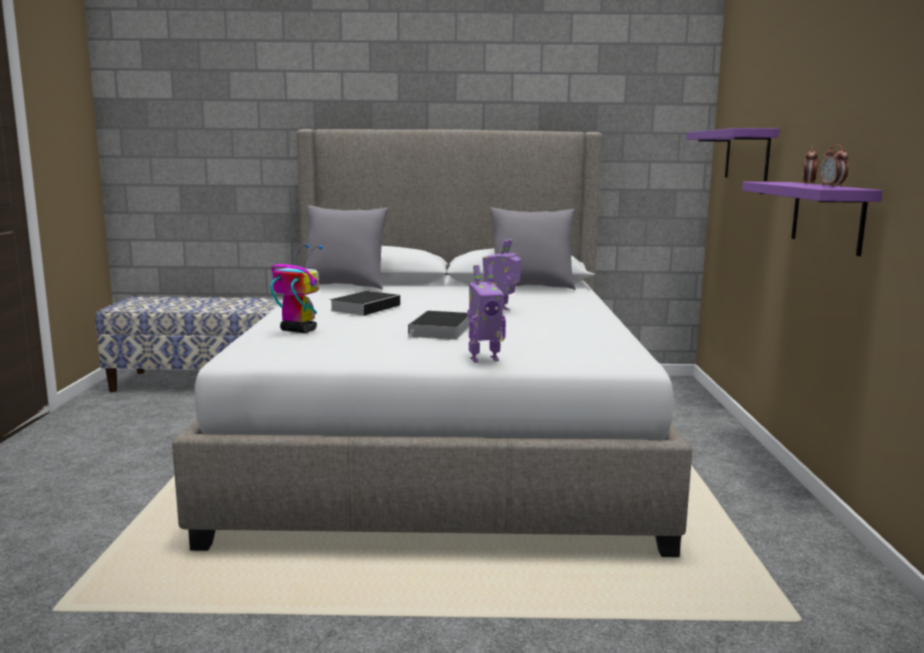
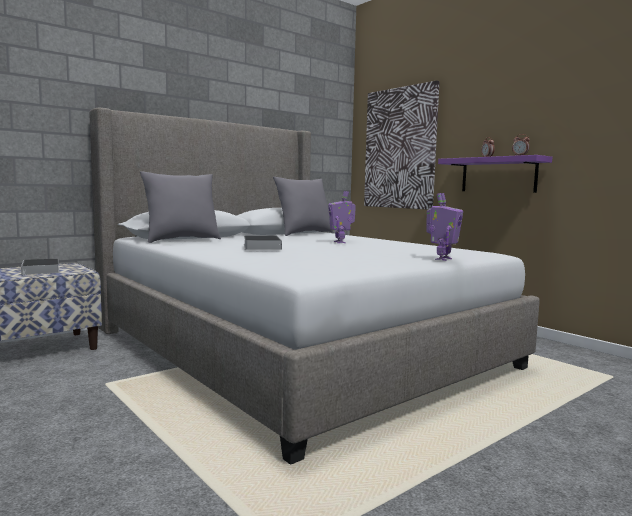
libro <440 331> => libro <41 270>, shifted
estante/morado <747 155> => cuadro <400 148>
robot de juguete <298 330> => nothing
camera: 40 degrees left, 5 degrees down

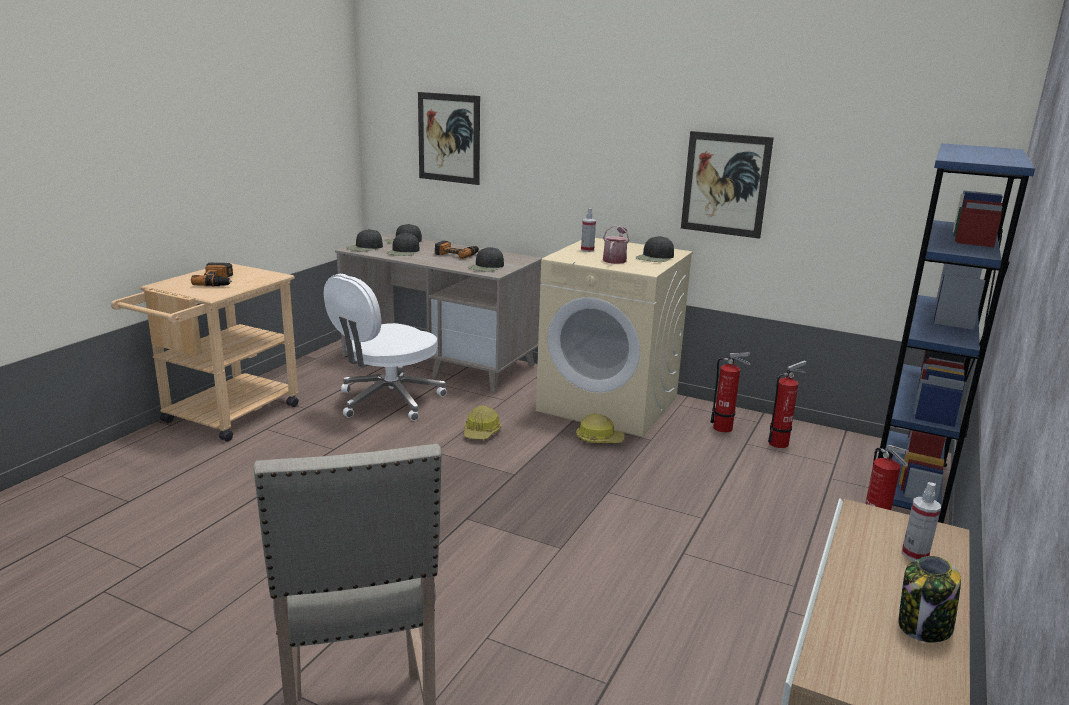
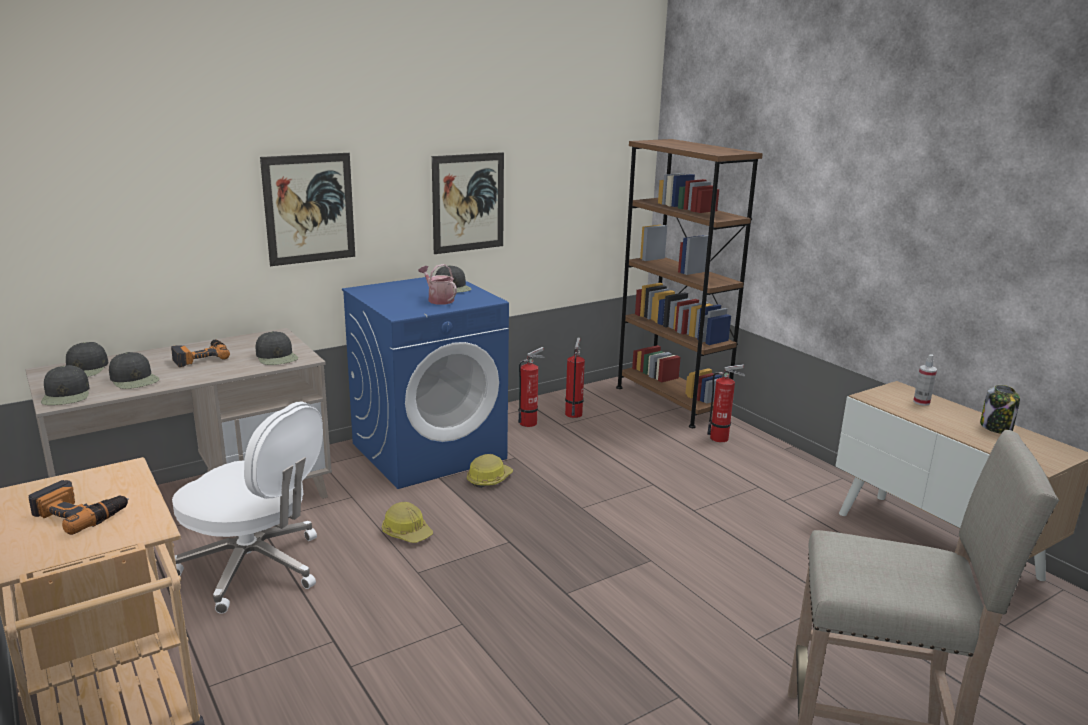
silla de oficina/blanco <388 401> => silla de oficina/blanco <255 568>, 45 degrees counterclockwise
cuadro <449 138> => cuadro <309 209>, shifted
lavadora/beis <609 404> => lavadora/azul <429 450>
estantería/azul <908 487> => estantería/marrón <671 401>
pulverizador <587 250> => nothing
camera: 60 degrees left, 0 degrees up

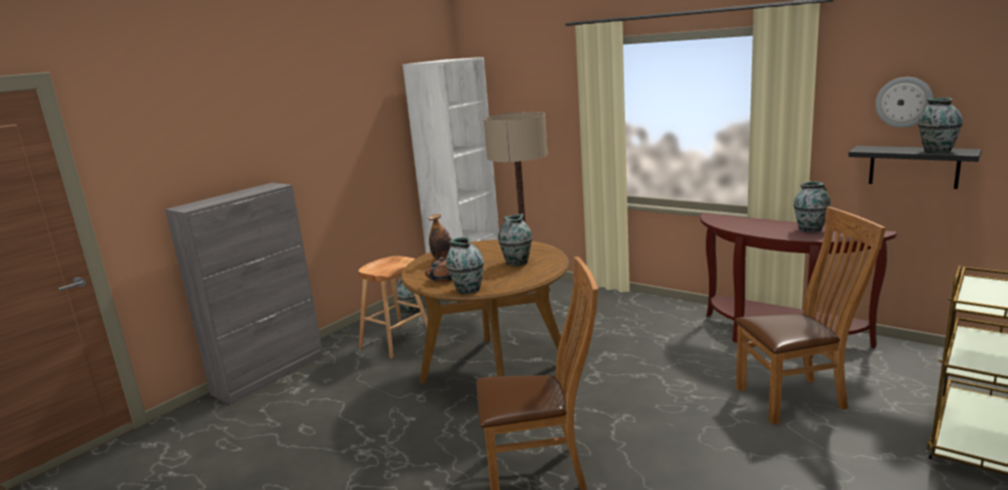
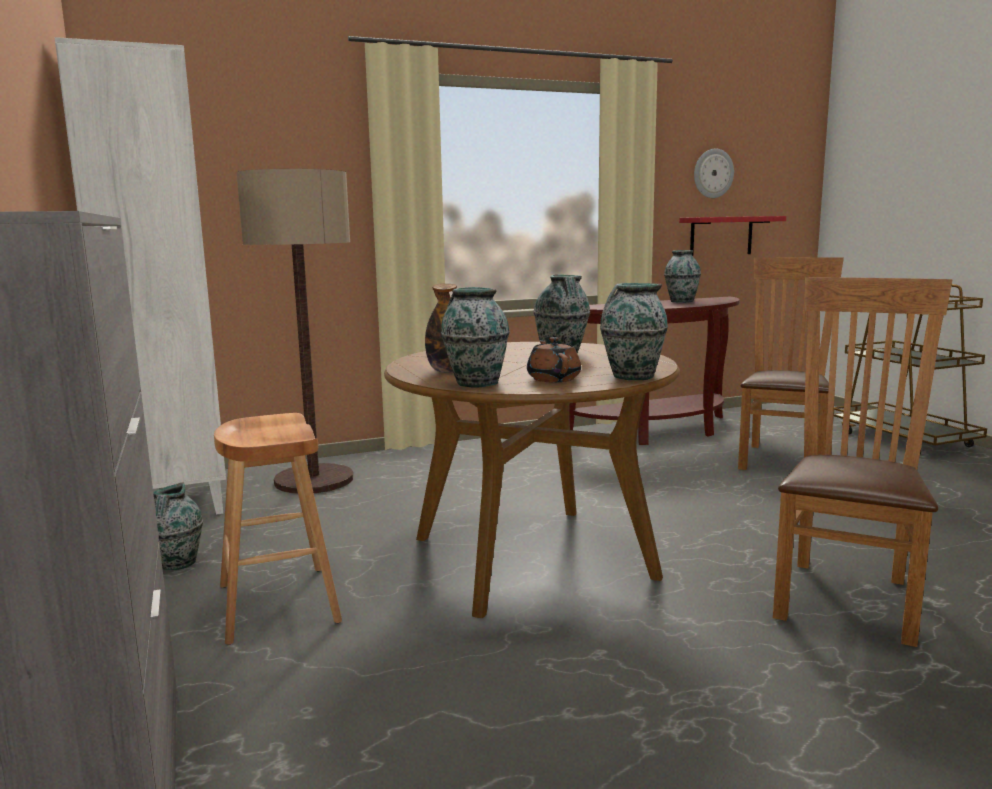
florero <936 151> => florero <476 383>, shifted
estante/negro <913 166> => estante/rojo <721 236>
camera: 60 degrees left, 5 degrees down

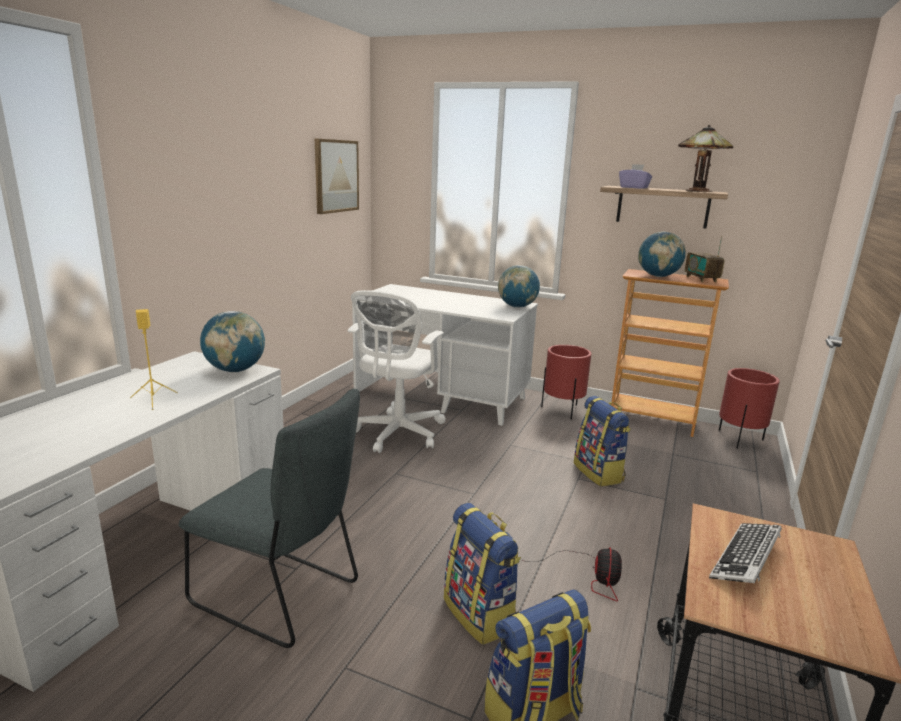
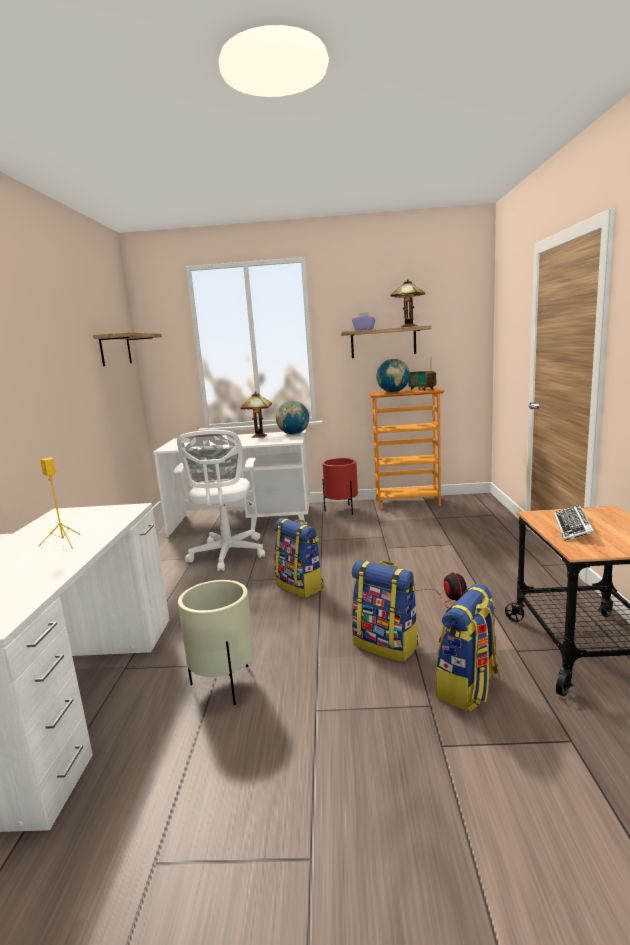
cuadro <336 176> => estante <115 350>
silla/gris <281 596> => maceta/beis <224 685>
nothing => lámpara de mesa <258 436>
mochila <599 473> => mochila <300 586>, shifted
globo terráqueo <235 370> => nothing
maceta/rojo <739 439> => nothing
camera: 20 degrees left, 5 degrees down

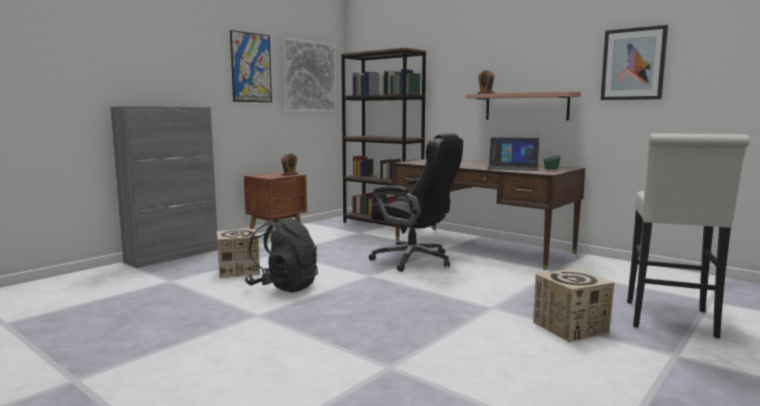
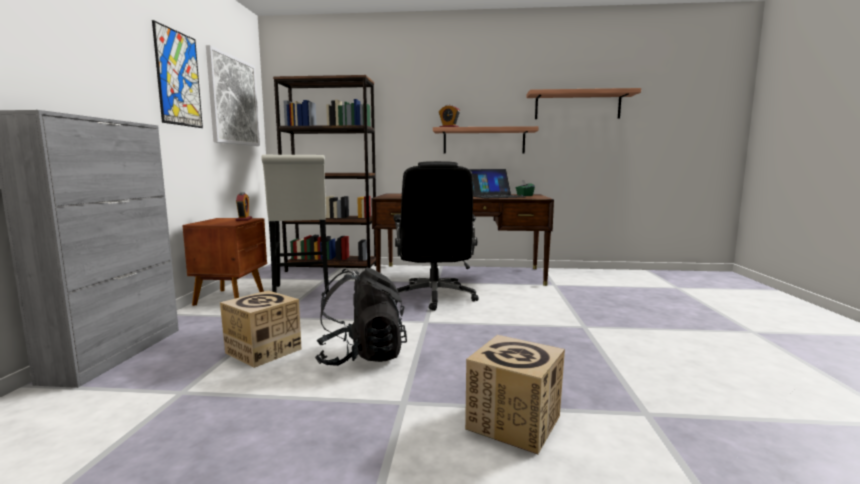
taburete/blanco <670 321> => taburete/blanco <301 292>, shifted
silla de oficina/negro <414 260> => silla de oficina/negro <434 297>, 90 degrees clockwise
caja de cartón <570 327> => caja de cartón <514 422>, shifted
cuadro <633 64> => estante <577 106>
camera: 35 degrees left, 0 degrees up

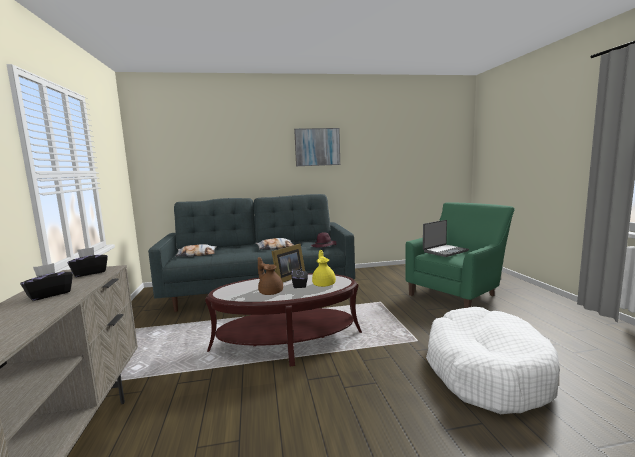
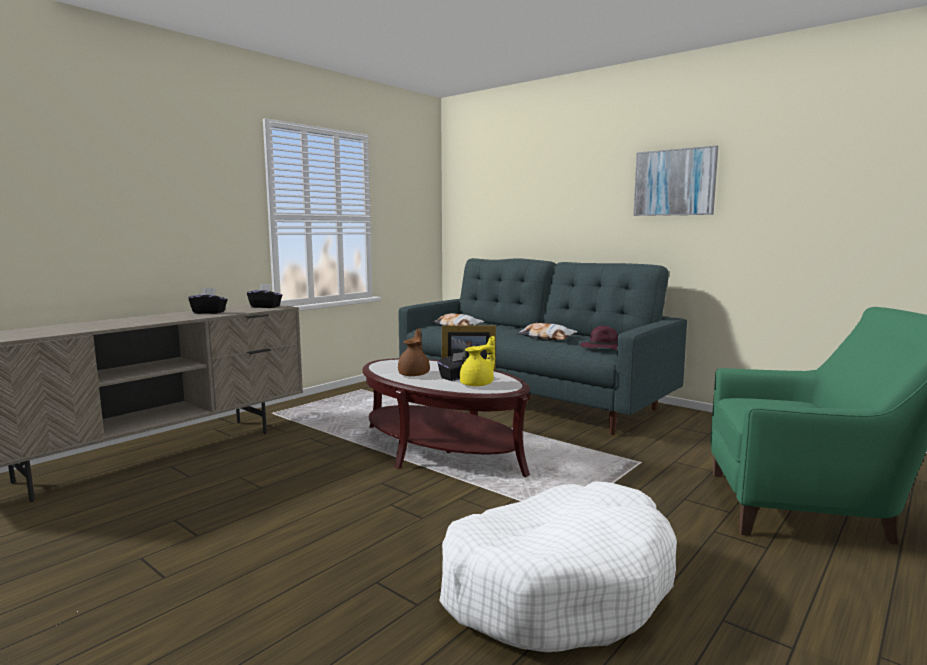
portátil <444 251> => nothing
camera: 50 degrees right, 0 degrees up

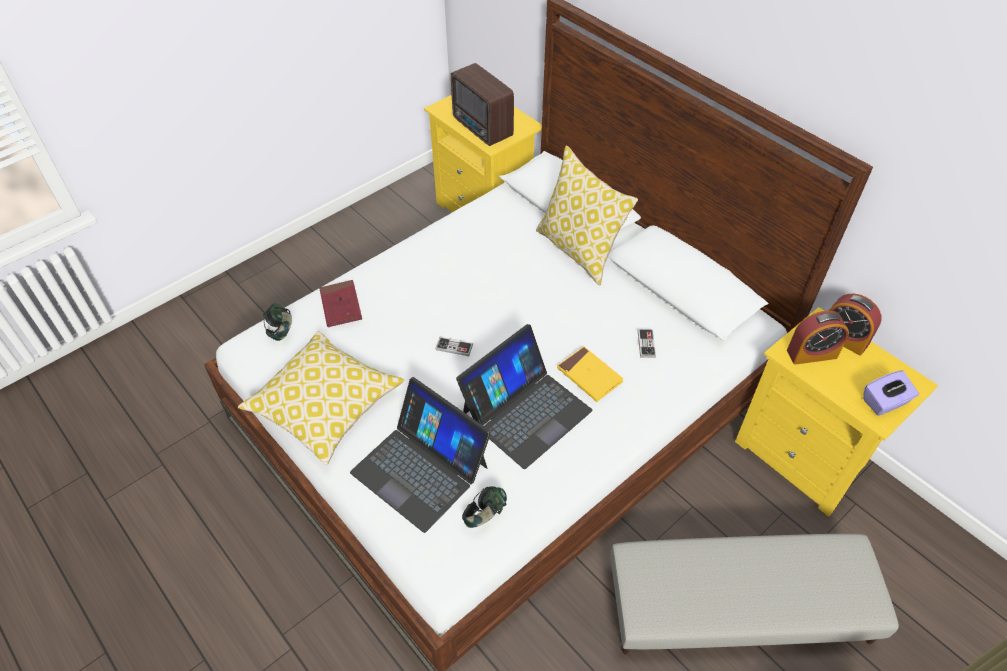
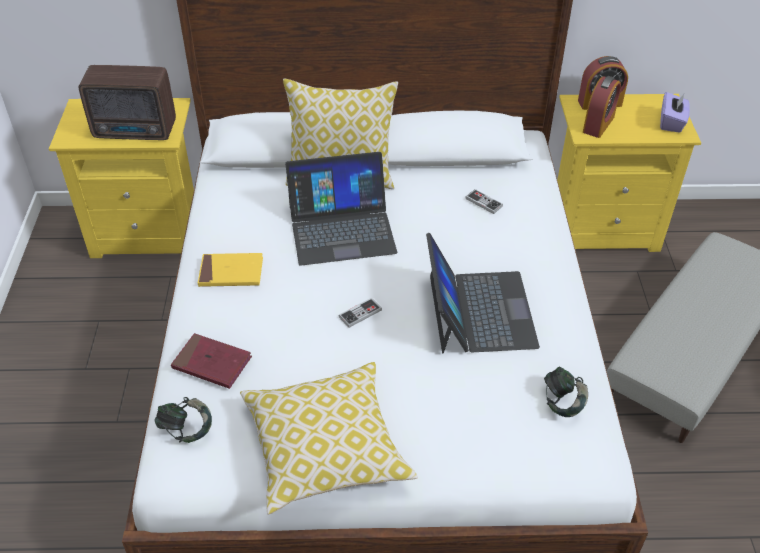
libro/amarillo <589 376> => libro/amarillo <231 272>, shifted
portátil <420 468> => portátil <341 229>, shifted
camera: 50 degrees left, 5 degrees down

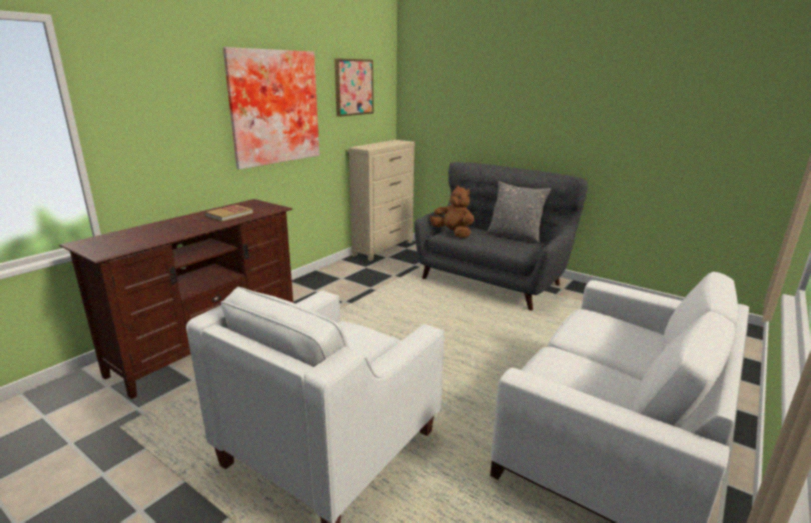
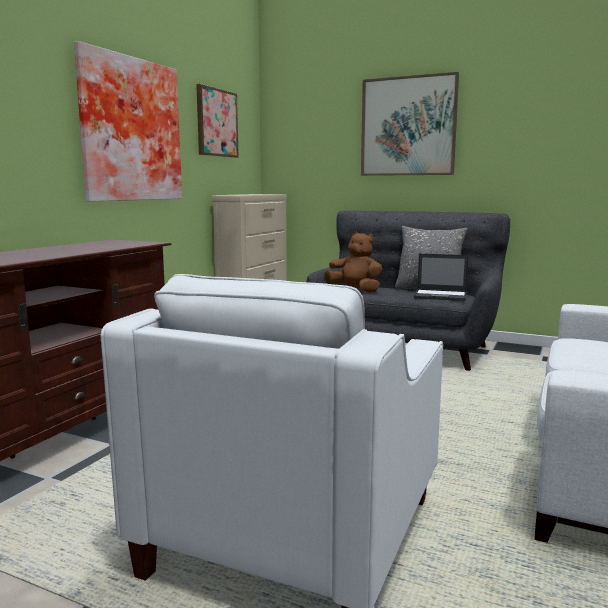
nothing => cuadro <408 126>
nothing => portátil <441 296>
libro <229 215> => nothing
camera: 10 degrees left, 10 degrees down

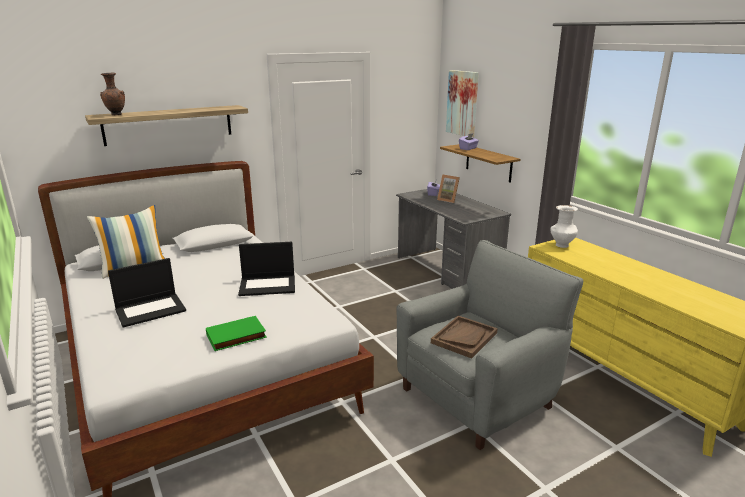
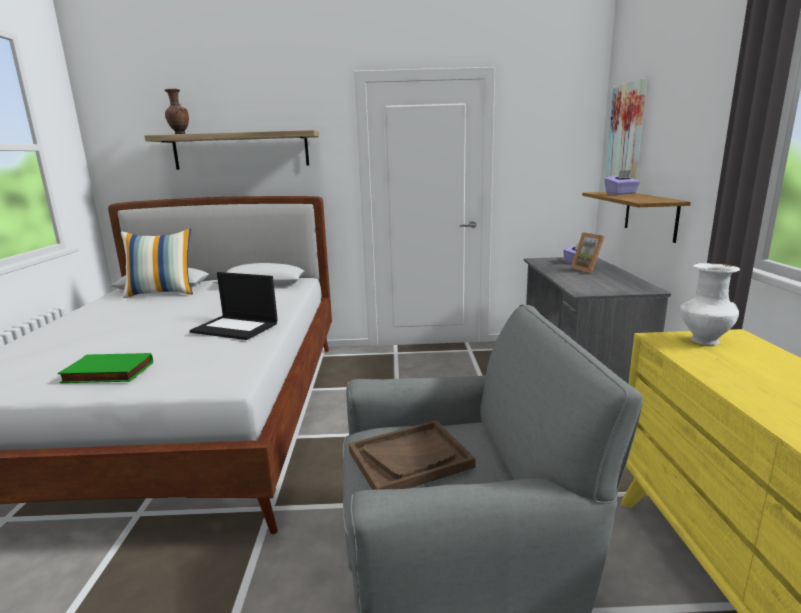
portátil <151 309> => nothing
camera: 30 degrees right, 5 degrees down

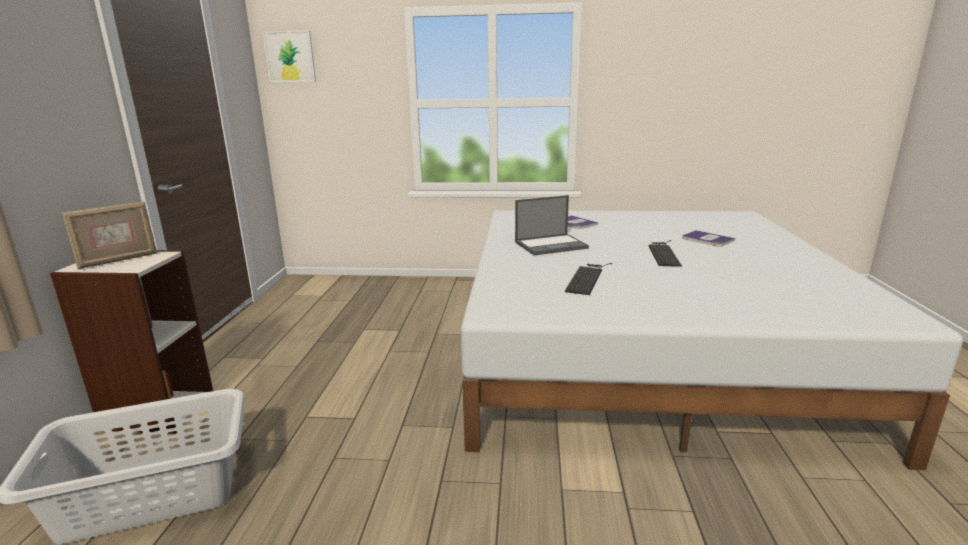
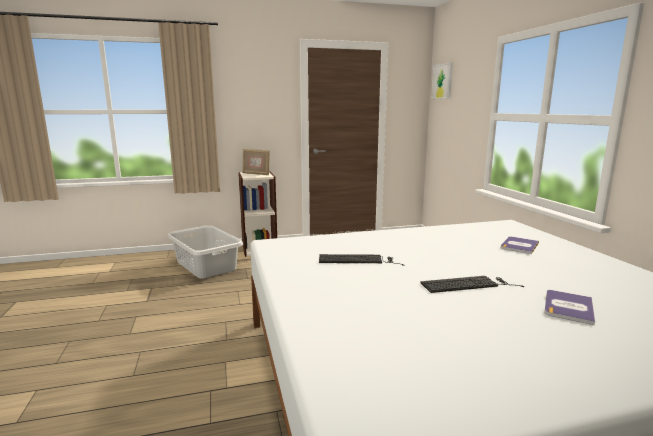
portátil <551 245> => nothing
camera: 70 degrees right, 5 degrees down

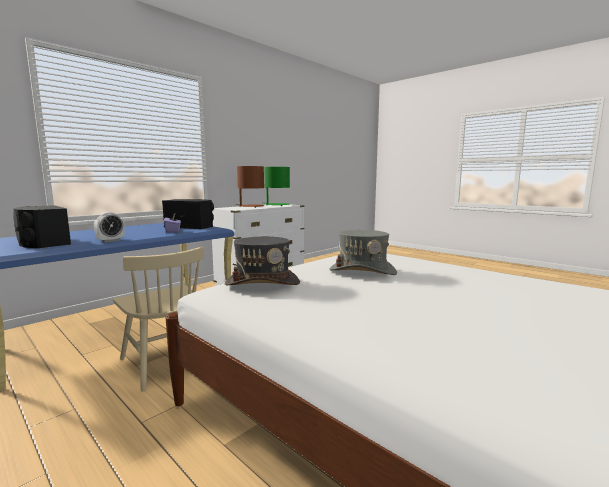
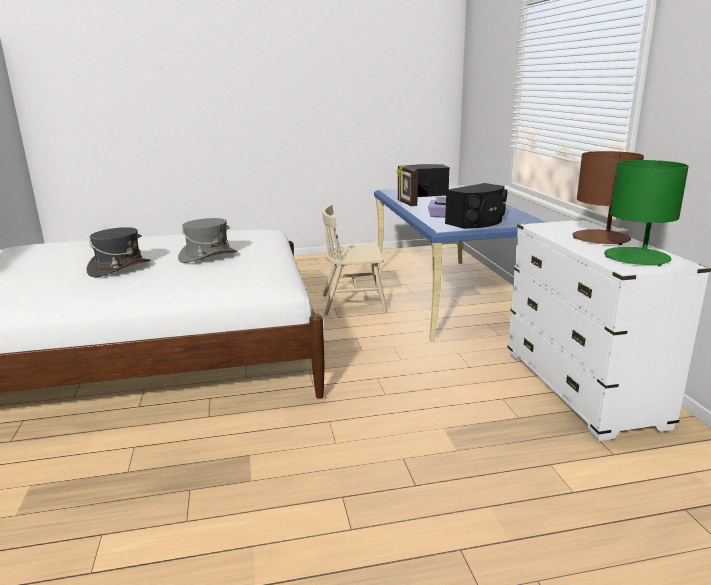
sombrero/gris <262 283> => sombrero/gris <120 268>, shifted
despertador <110 241> => portarretratos <406 203>
camera: 125 degrees right, 10 degrees up

